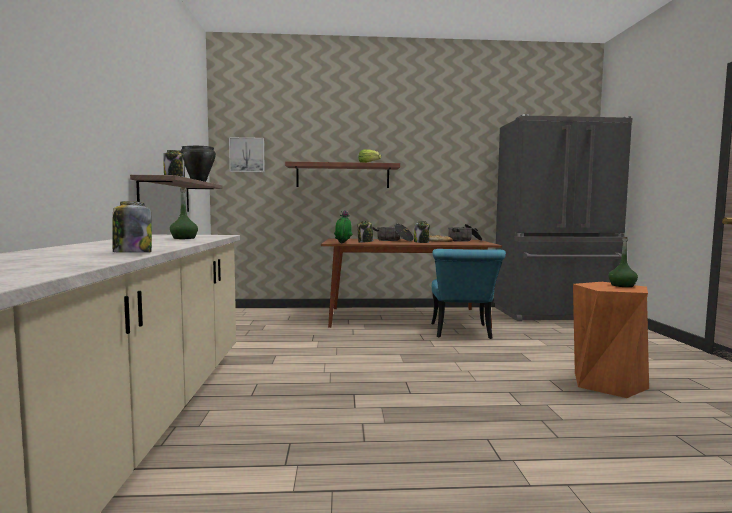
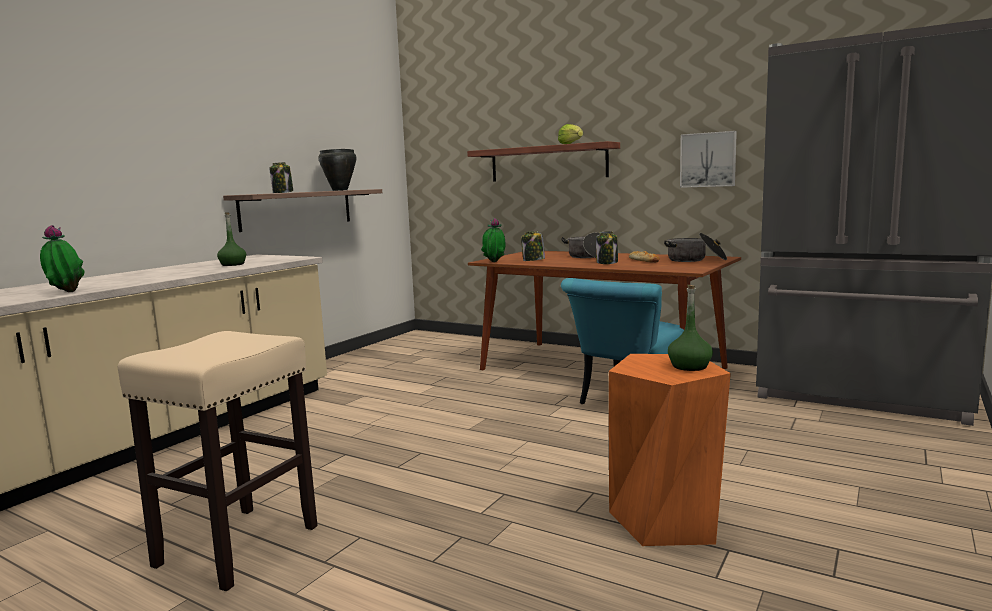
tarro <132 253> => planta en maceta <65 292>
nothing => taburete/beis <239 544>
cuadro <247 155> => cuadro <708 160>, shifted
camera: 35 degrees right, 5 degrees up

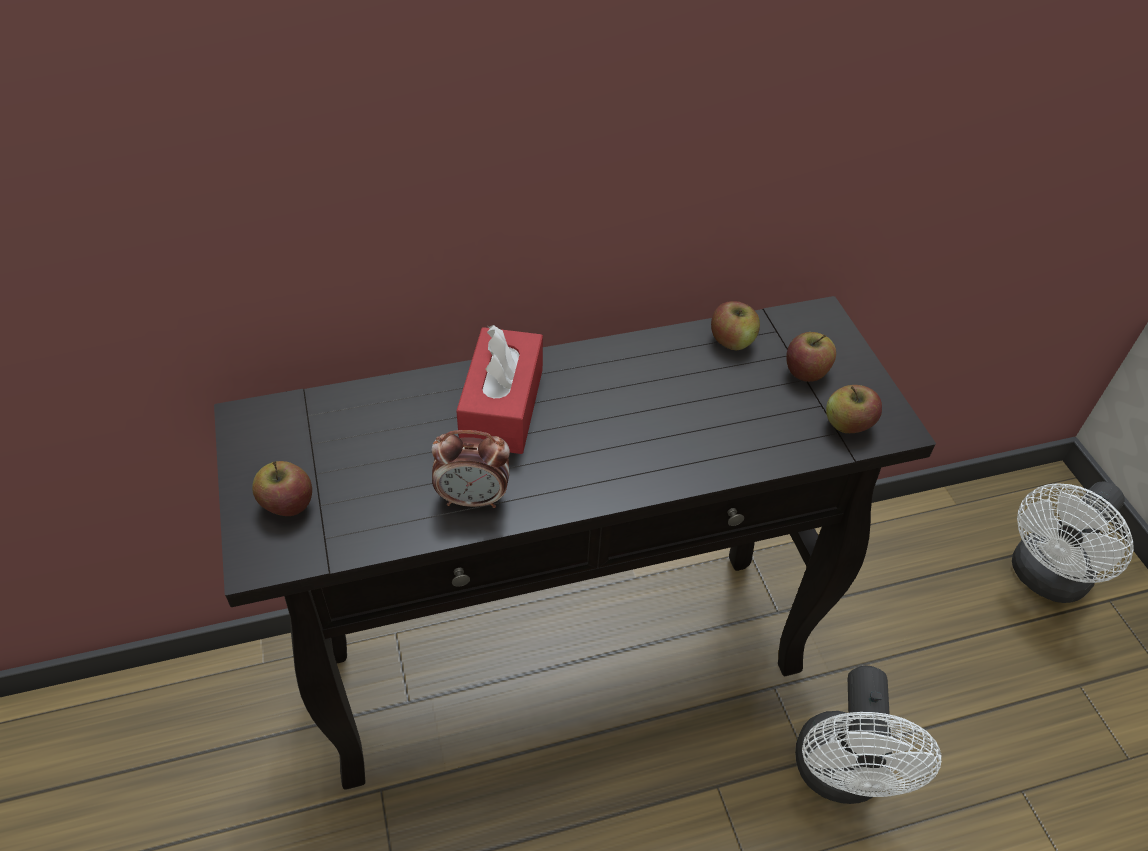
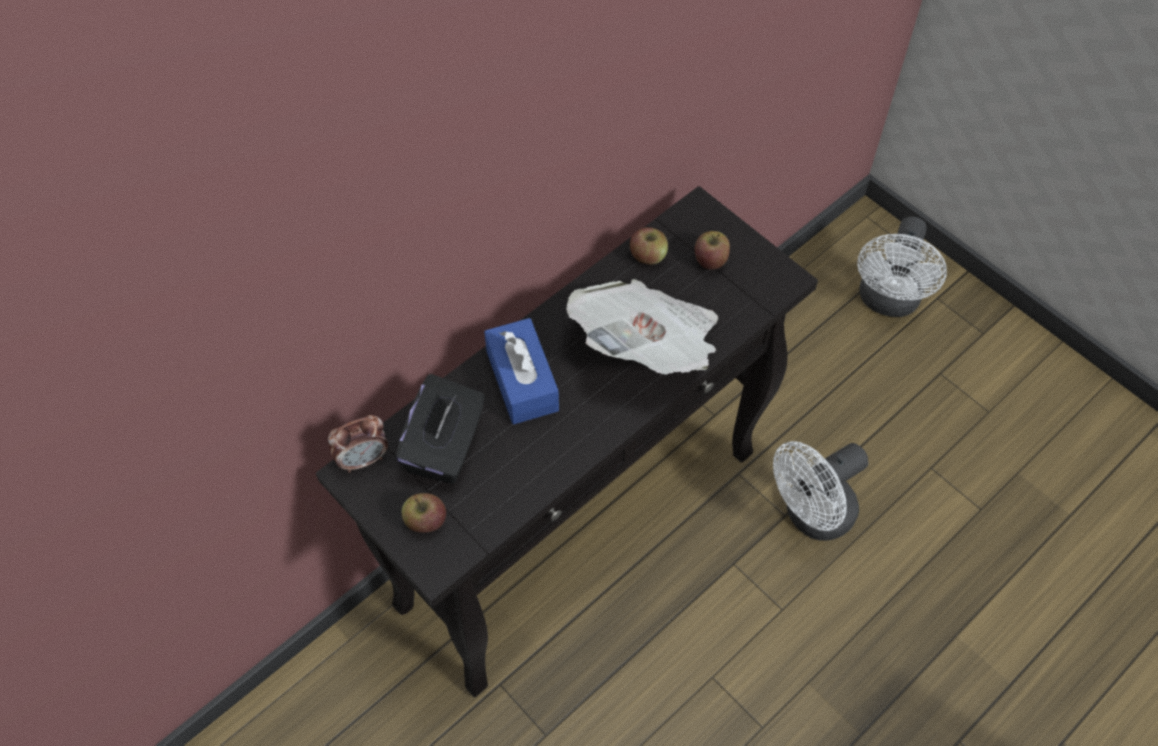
despertador <473 498> => despertador <363 459>, shifted
nothing => caja de pañuelos/negro <445 446>
caja de pañuelos/rojo <502 407> => caja de pañuelos/azul <522 381>
nothing => periódico <648 347>
ventilador/blanco <840 777> => ventilador/blanco <811 516>, 75 degrees clockwise
manzana <848 424> => nothing
camera: 25 degrees left, 10 degrees up

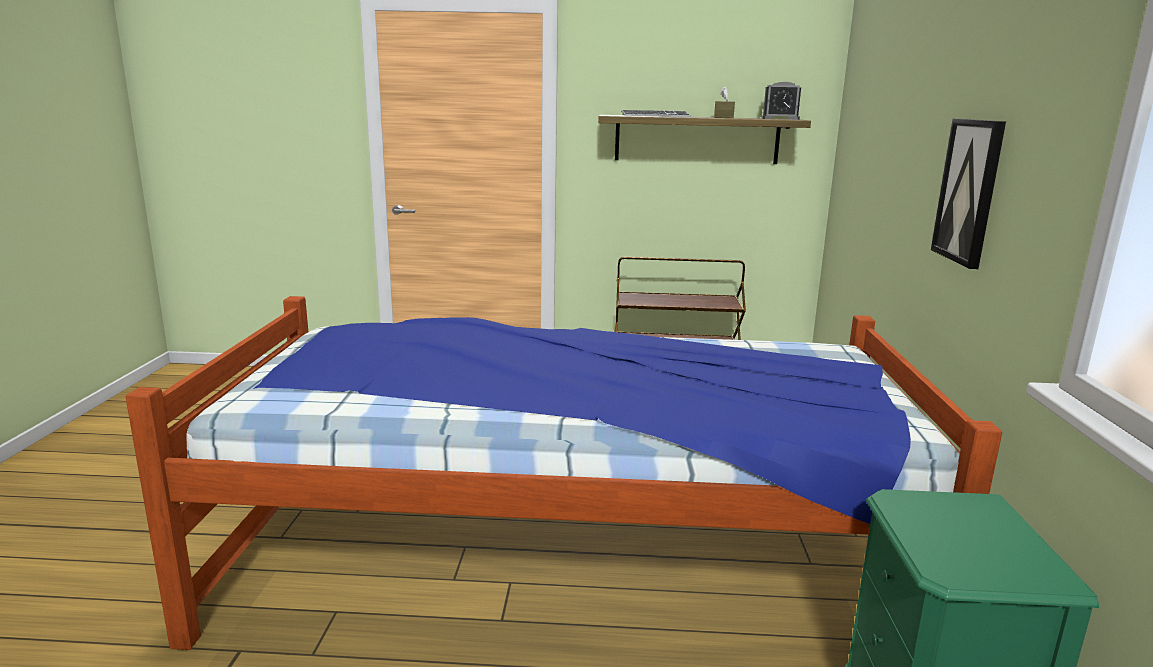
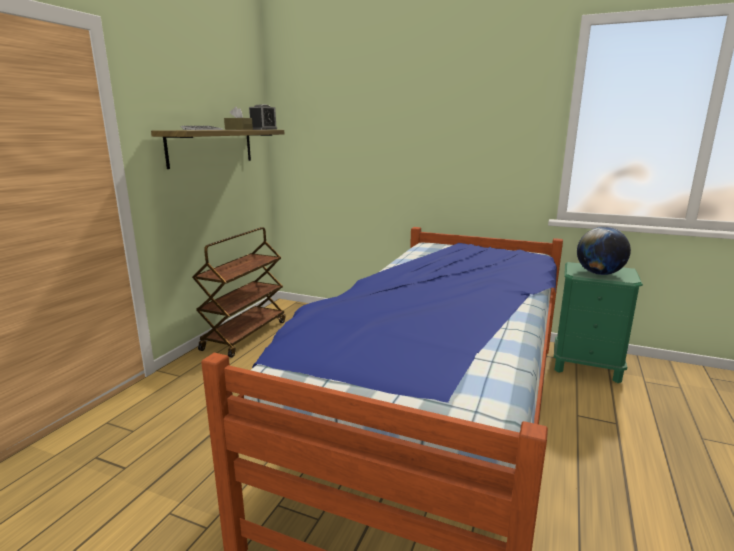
nothing => globo terráqueo <599 273>
cuadro <969 191> => nothing
camera: 70 degrees left, 0 degrees up

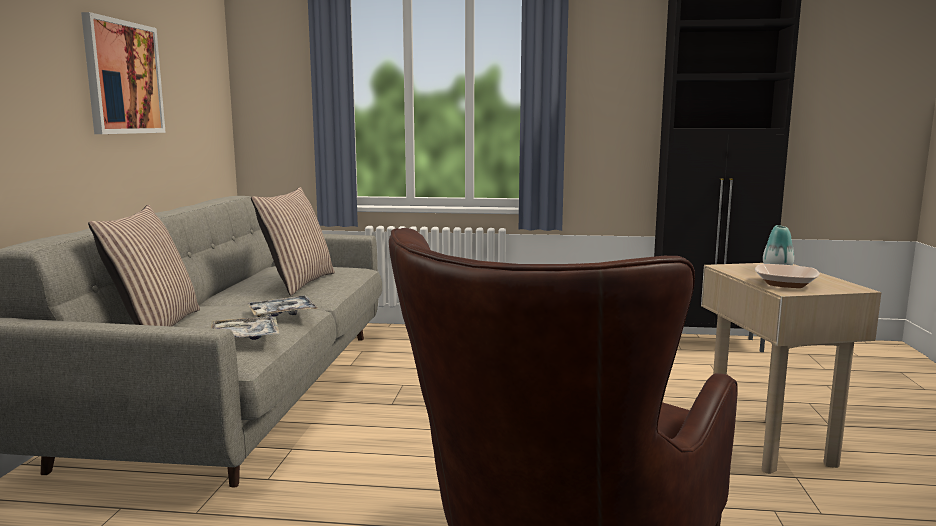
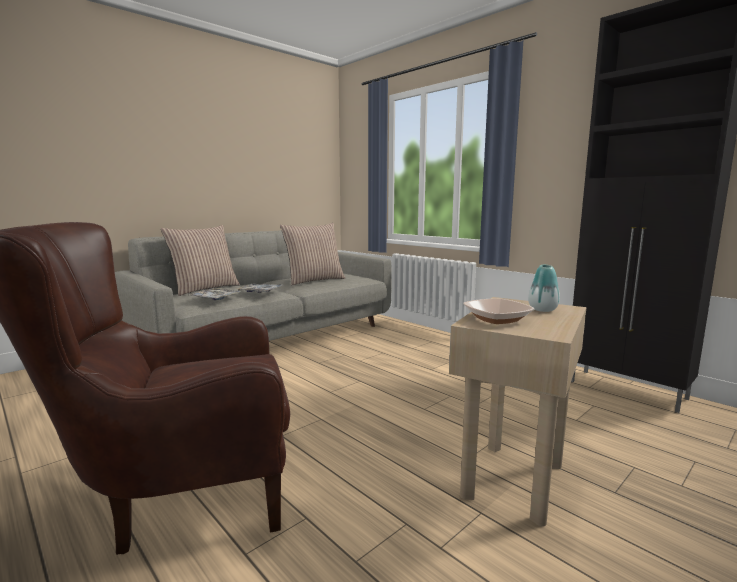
cuadro <123 78> => nothing
camera: 40 degrees right, 0 degrees up

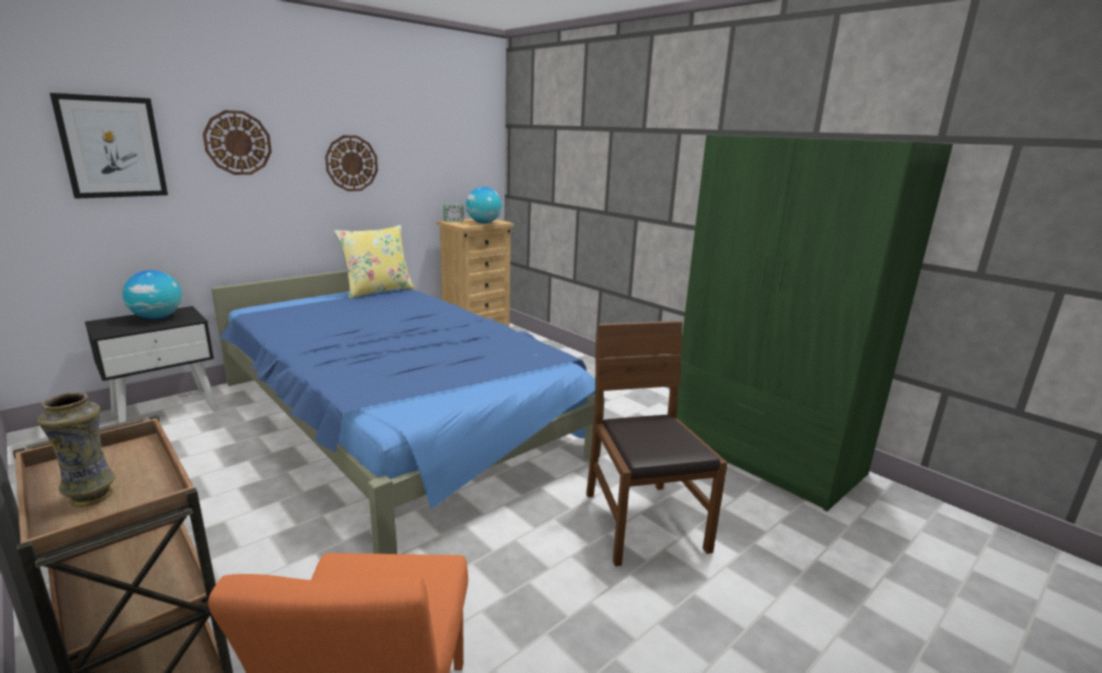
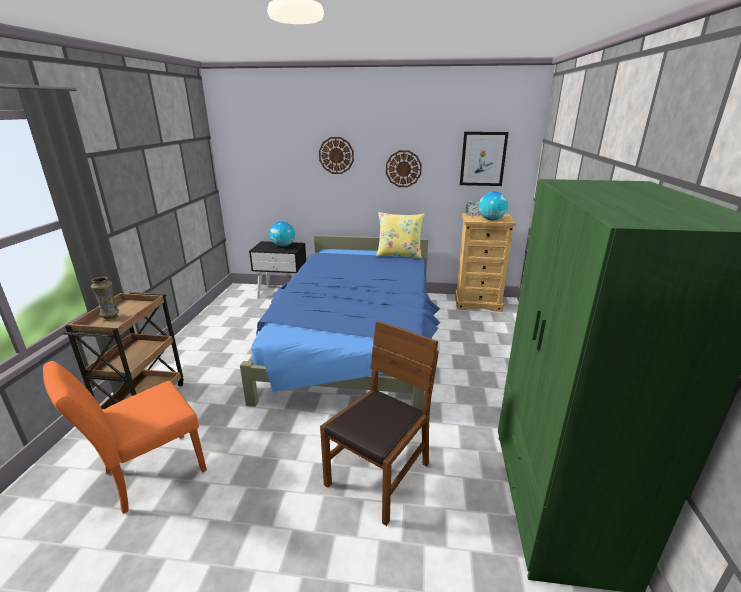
cuadro <112 147> => cuadro <483 159>, shifted
camera: 50 degrees right, 5 degrees up

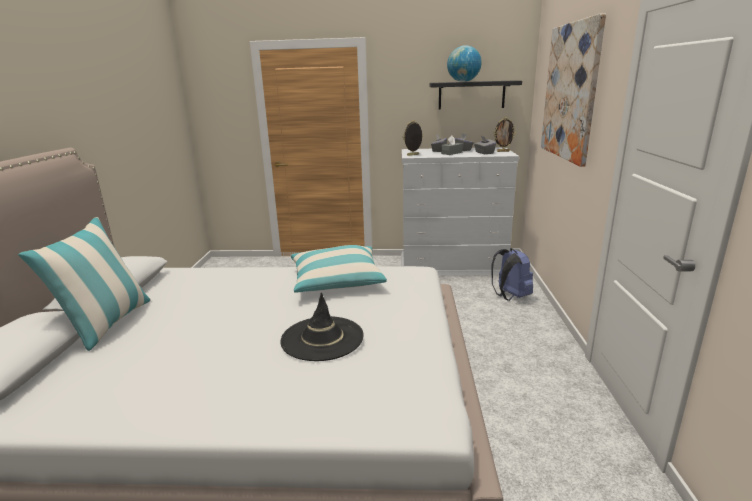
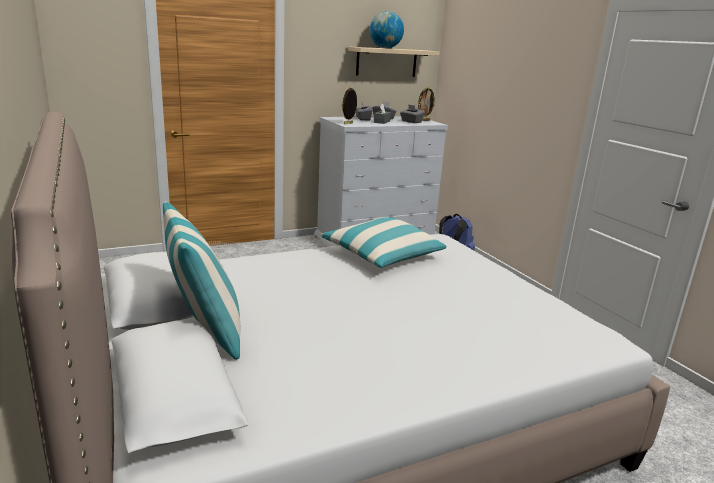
estante/negro <471 95> => estante/beis <386 62>
sombrero/negro <322 338> => nothing
cuadro <570 92> => nothing
camera: 30 degrees left, 0 degrees up

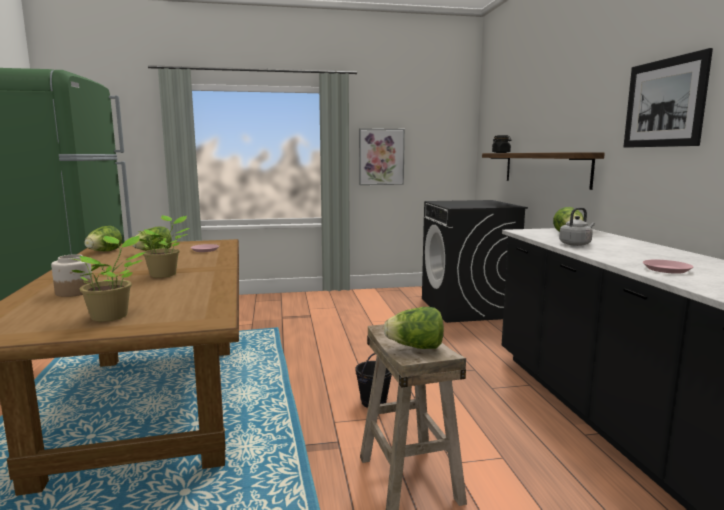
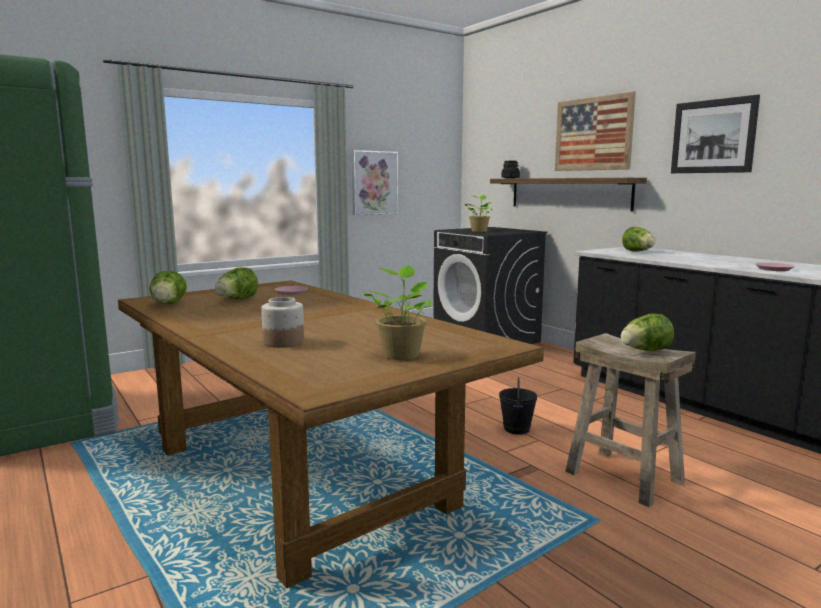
planta en maceta <165 274> => planta en maceta <479 231>, shifted
nothing => cuadro <593 134>
hervidor/gris <576 244> => nothing
camera: 25 degrees left, 0 degrees up

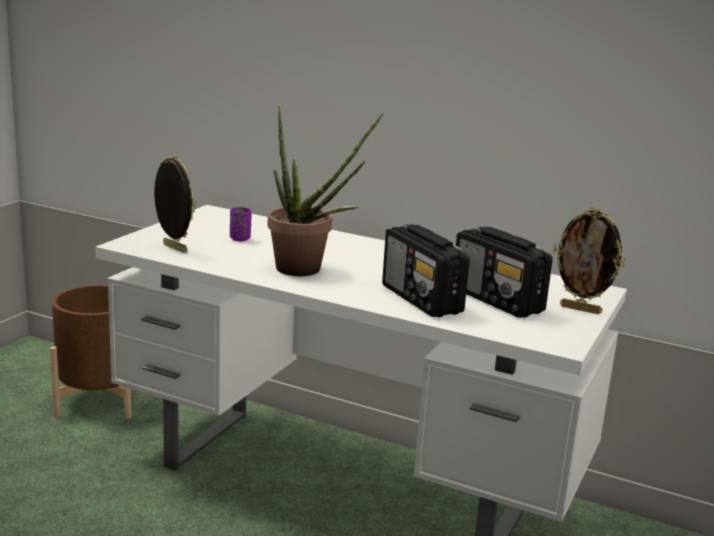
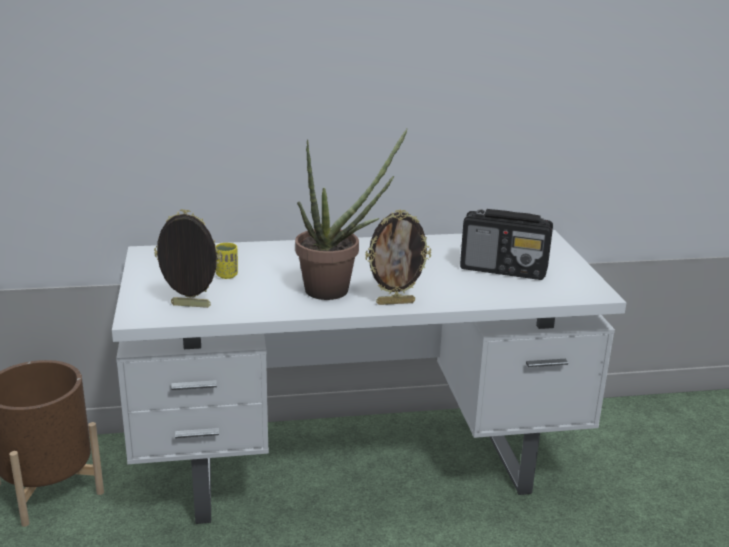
taza/morado <240 239> => taza/amarillo <227 275>
portarretratos <581 309> => portarretratos <395 302>, shifted
radio <422 300> => nothing
camera: 35 degrees left, 5 degrees up

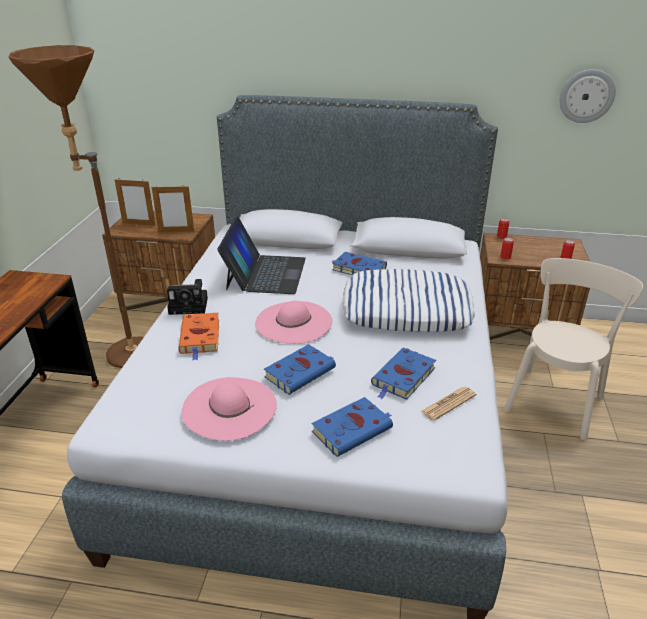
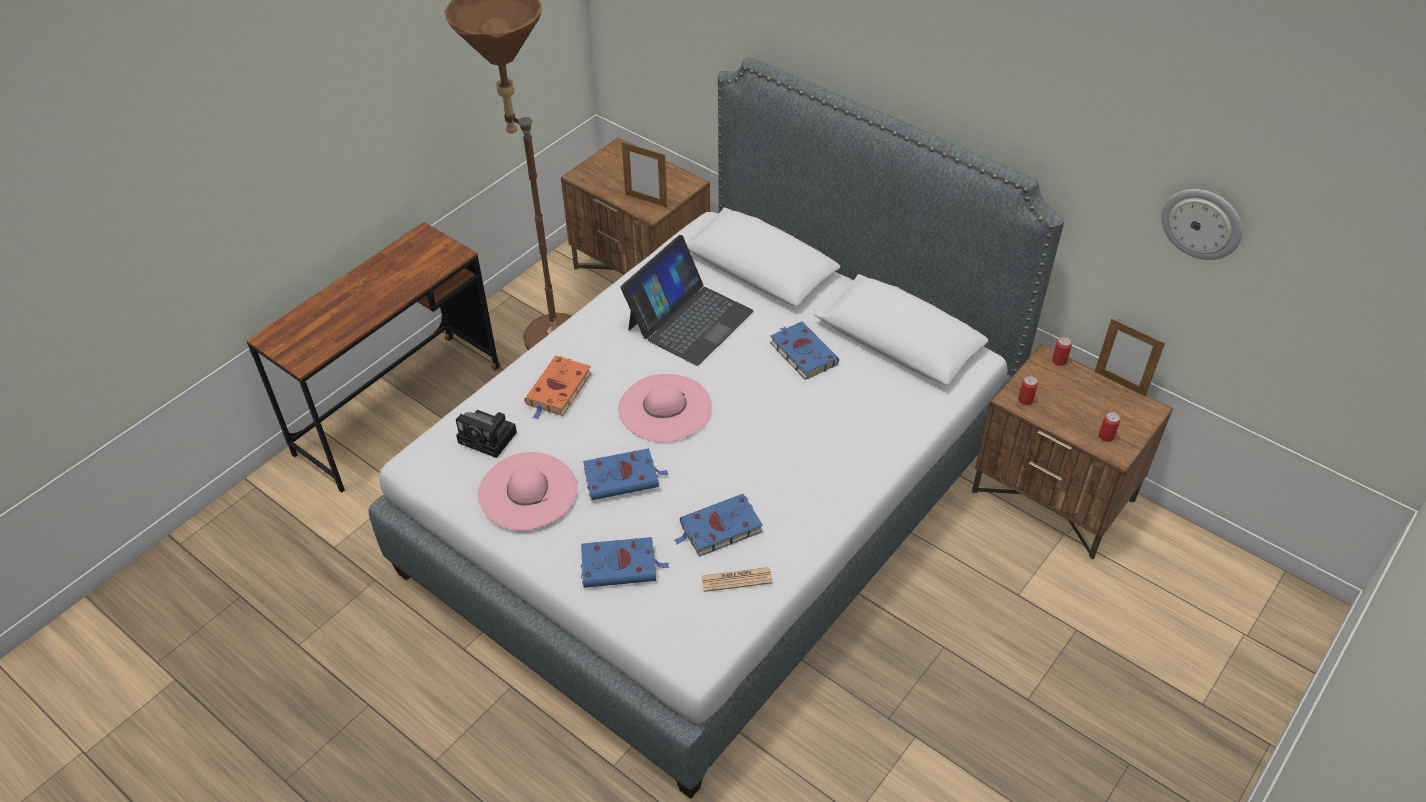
cámara <190 305> => cámara <490 438>, shifted
portarretratos <139 224> => portarretratos <1120 383>, shifted
cojín <407 309> => nothing
silla/beis <555 400> => nothing
camera: 30 degrees right, 15 degrees up

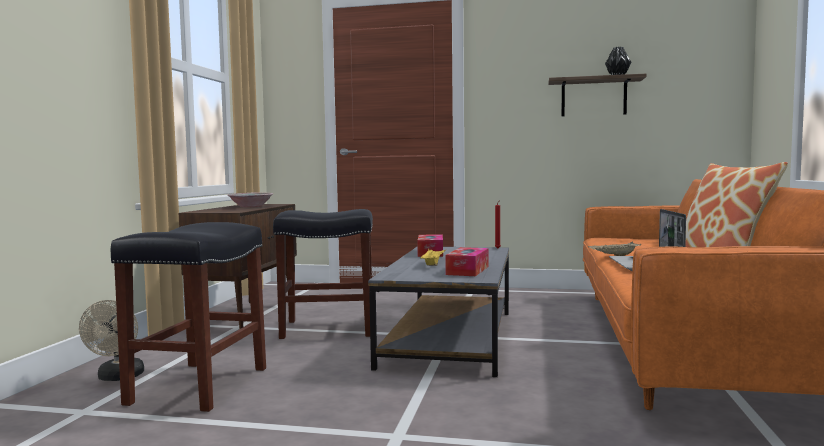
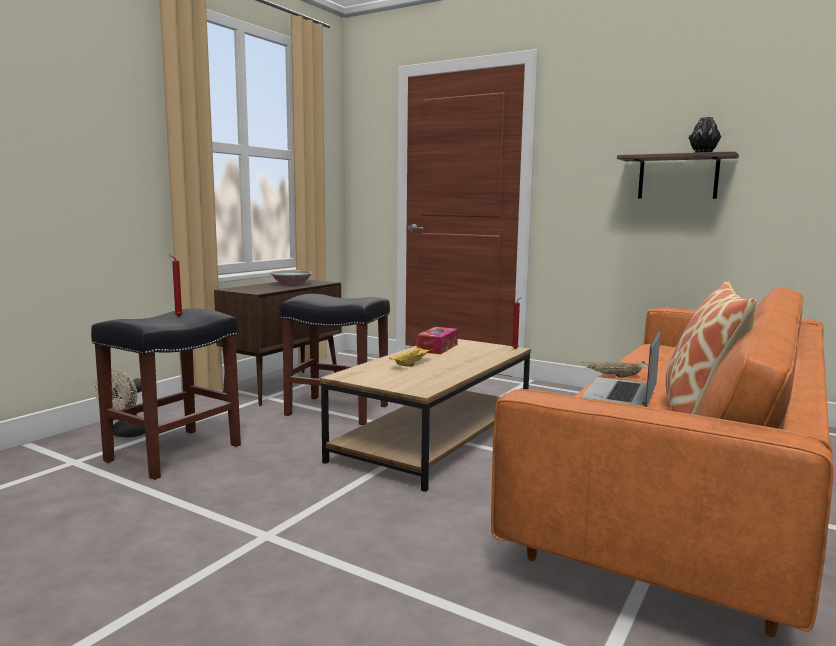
nothing => vela/rojo <177 316>
mesa de centro/gris <451 337> => mesa de centro/marrón <435 438>
caja de pañuelos <467 270> => nothing
camera: 20 degrees right, 5 degrees up

